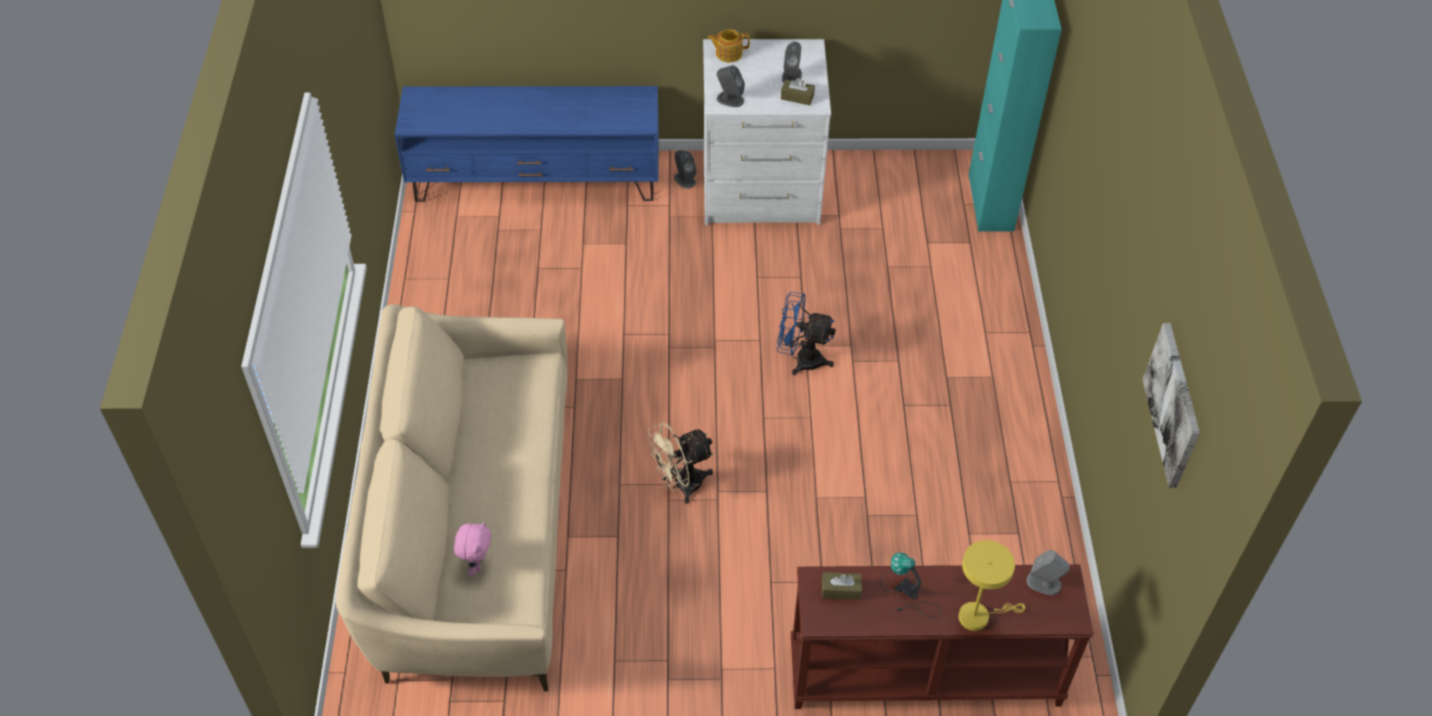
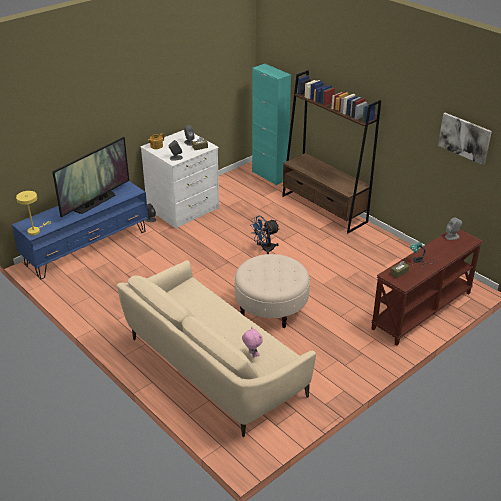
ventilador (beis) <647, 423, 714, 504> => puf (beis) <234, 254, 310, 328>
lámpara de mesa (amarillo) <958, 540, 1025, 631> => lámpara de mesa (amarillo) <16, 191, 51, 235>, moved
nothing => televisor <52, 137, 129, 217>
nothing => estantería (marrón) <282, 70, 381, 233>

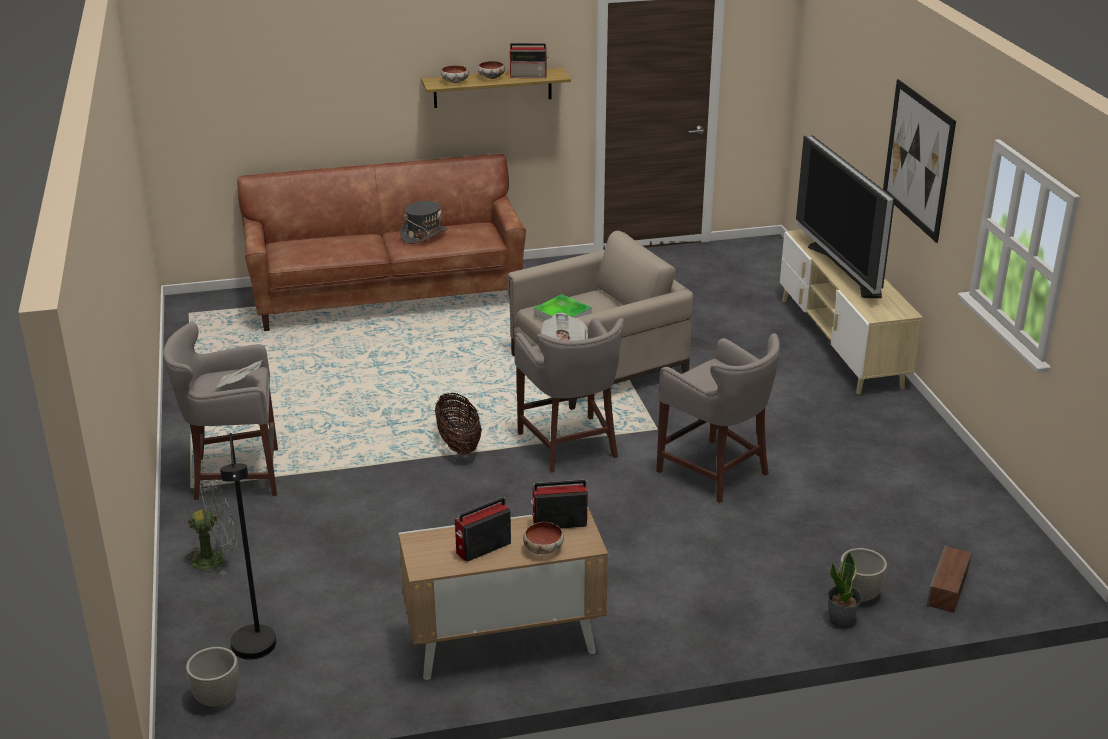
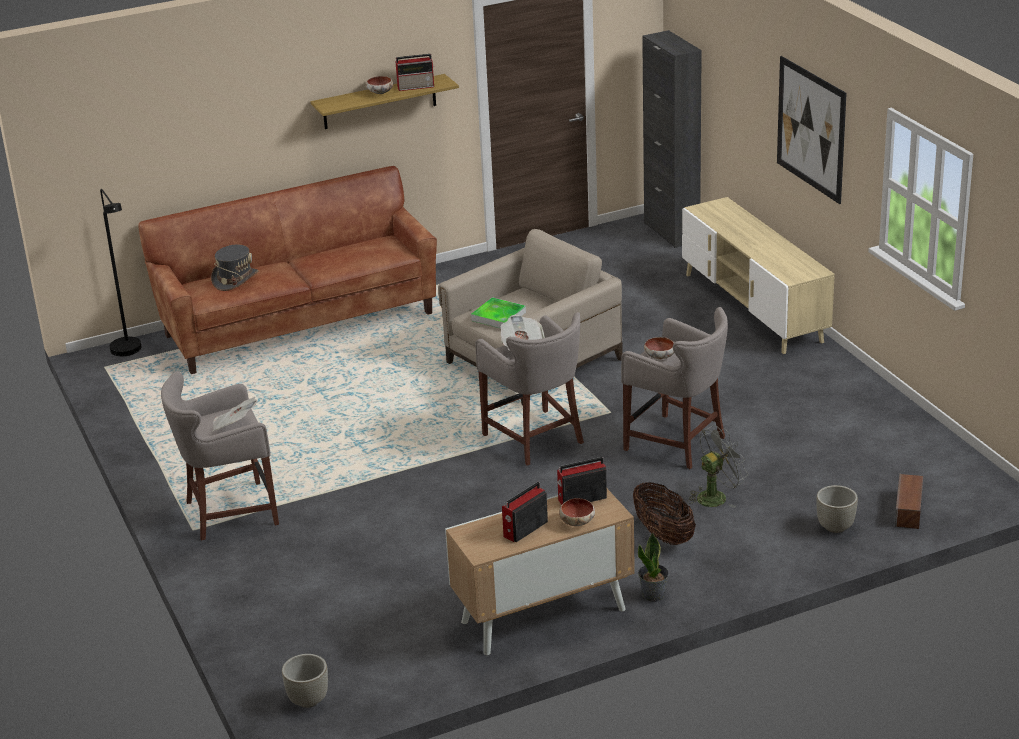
ventilador (gris) <181, 480, 237, 575> => ventilador (gris) <688, 425, 748, 508>, moved
lámpara de pie (negro) <220, 433, 276, 660> => lámpara de pie (negro) <100, 189, 142, 356>, moved
sombrero (gris) <400, 201, 447, 244> => sombrero (gris) <211, 245, 258, 291>, moved
cesta <435, 393, 482, 455> => cesta <633, 482, 696, 545>, moved
cuenco <441, 65, 469, 83> => cuenco <644, 337, 674, 359>, moved
televisor <796, 135, 895, 298> => nothing
planta en maceta <828, 552, 862, 628> => planta en maceta <638, 532, 669, 602>, moved
nothing => armario (negro) <642, 30, 702, 248>

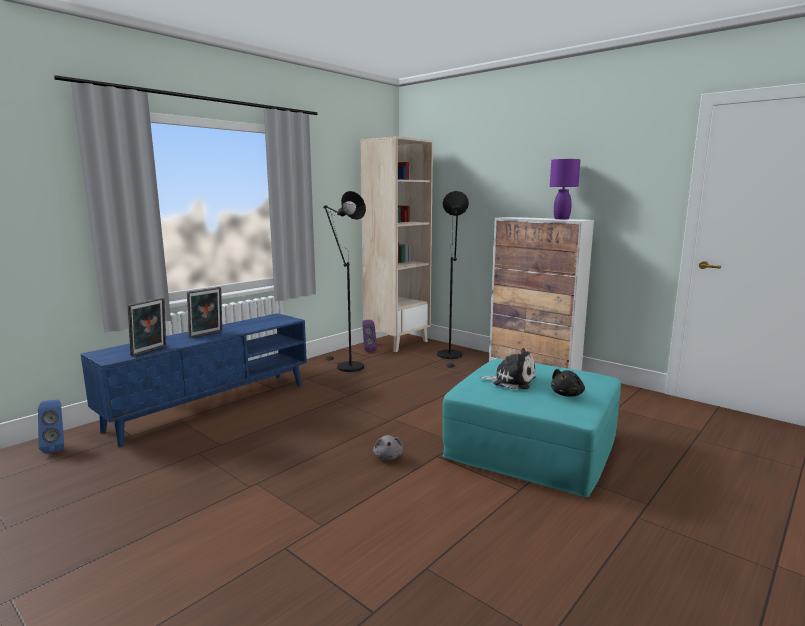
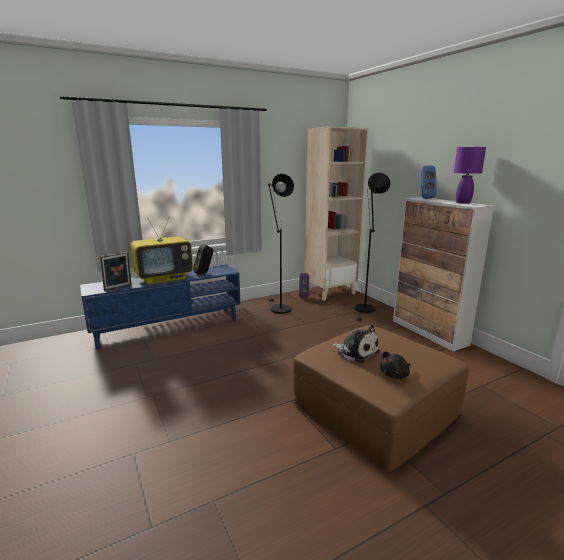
altavoz (azul) <38, 400, 64, 453> => altavoz (azul) <421, 165, 437, 199>, moved
portarretratos <187, 287, 222, 338> => televisor <130, 217, 193, 284>
peluche (gris) <373, 435, 403, 461> => nothing
puf (turquesa) <442, 359, 621, 497> => puf (marrón) <293, 325, 469, 472>
nothing => altavoz (negro) <193, 244, 214, 274>

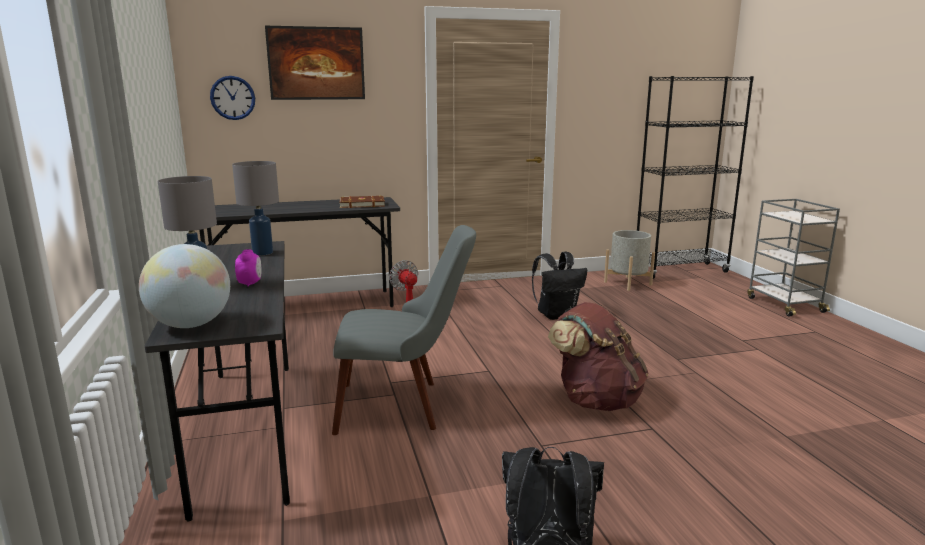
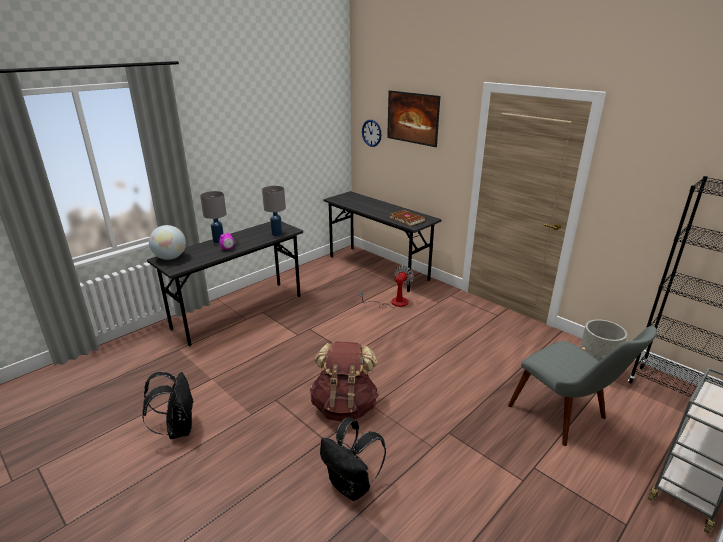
silla (gris) <332, 225, 476, 435> => silla (gris) <508, 326, 657, 446>, moved
mochila (negro) <532, 252, 587, 320> => mochila (negro) <320, 417, 386, 501>, moved

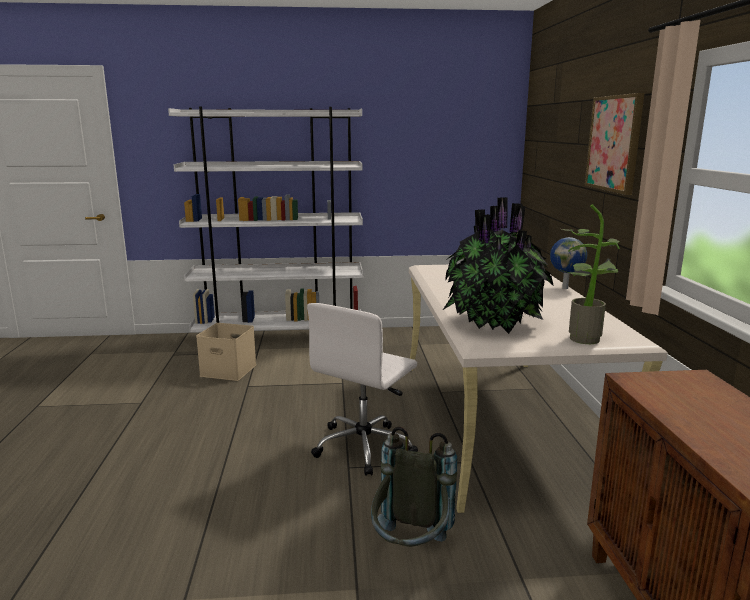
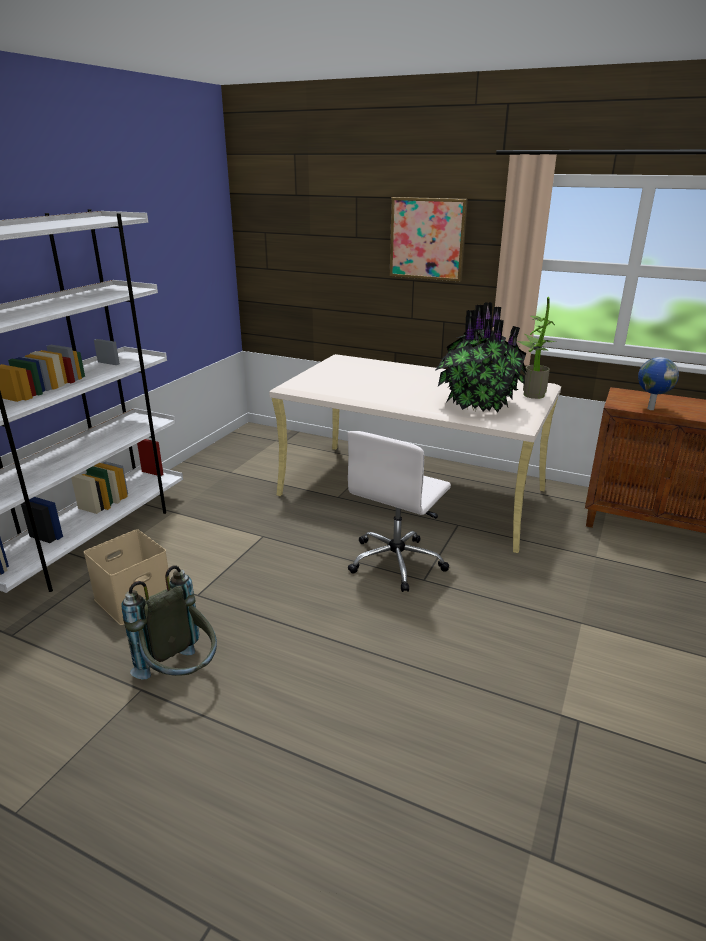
silla de oficina (blanco) <307, 303, 418, 476> => silla de oficina (blanco) <347, 431, 451, 592>, 60 degrees clockwise
mochila (gris) <371, 426, 457, 547> => mochila (gris) <121, 565, 217, 680>, moved
globo terráqueo <550, 237, 587, 289> => globo terráqueo <638, 357, 679, 410>, moved

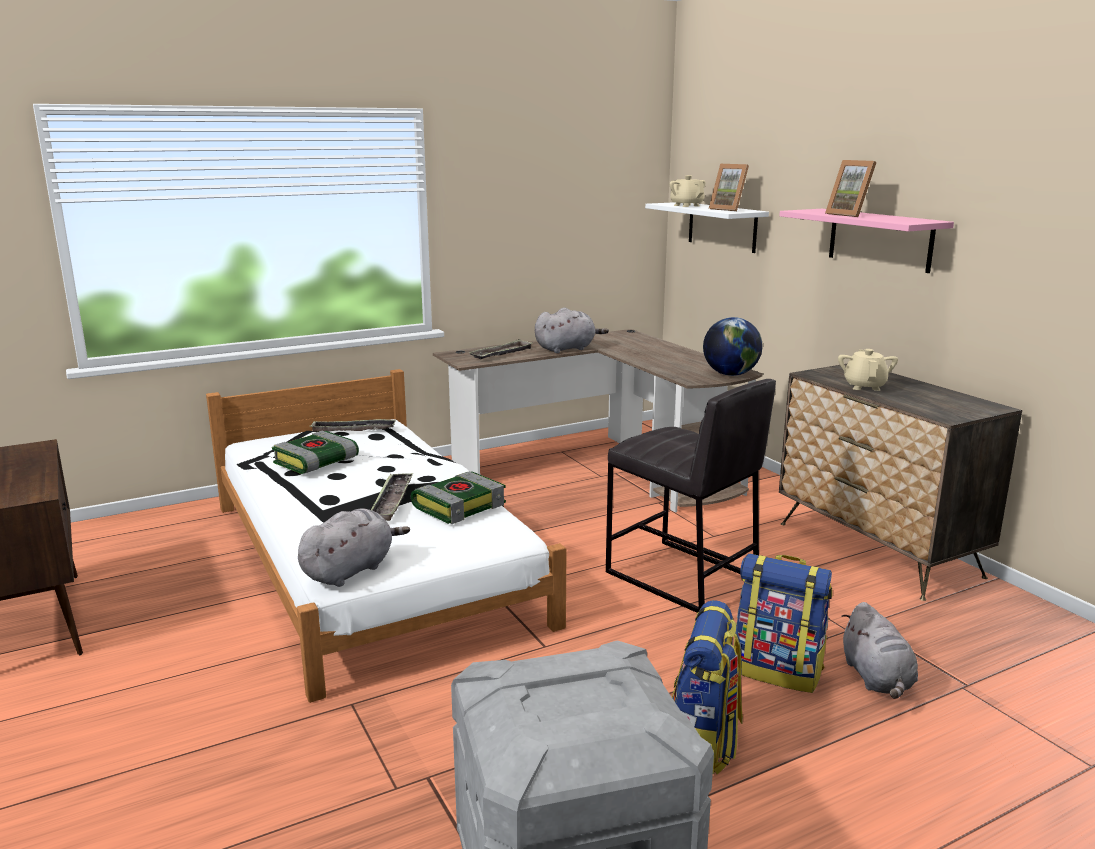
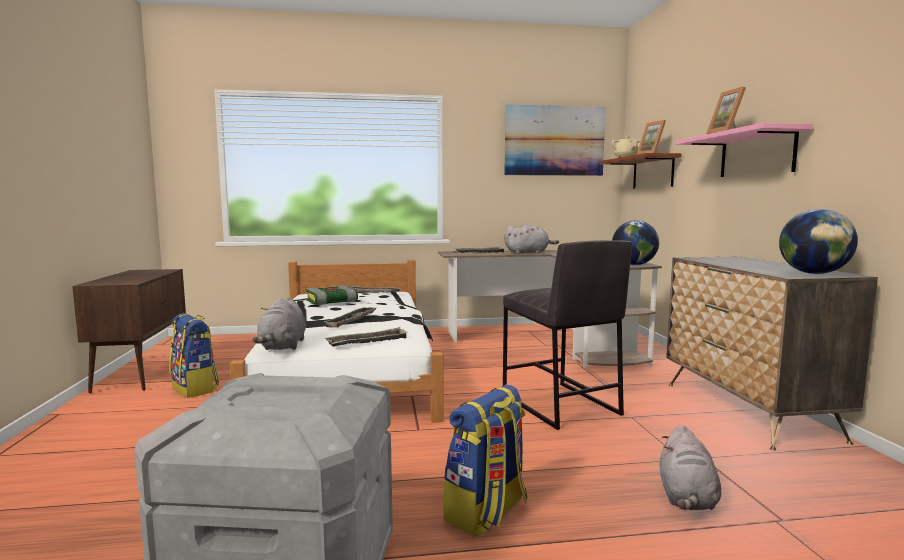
peluche (gris) <298, 508, 410, 587> => peluche (gris) <252, 297, 306, 350>, 120 degrees clockwise
libro <411, 471, 506, 524> => nothing
estante (blanco) <645, 202, 769, 253> => estante (marrón) <600, 153, 682, 188>
mochila <734, 553, 832, 693> => mochila <169, 313, 219, 398>, moved
tetera (beis) <838, 349, 898, 391> => nothing
nothing => bandeja <325, 327, 409, 347>
nothing => cuadro <504, 104, 606, 176>
nothing => globo terráqueo <779, 209, 858, 274>

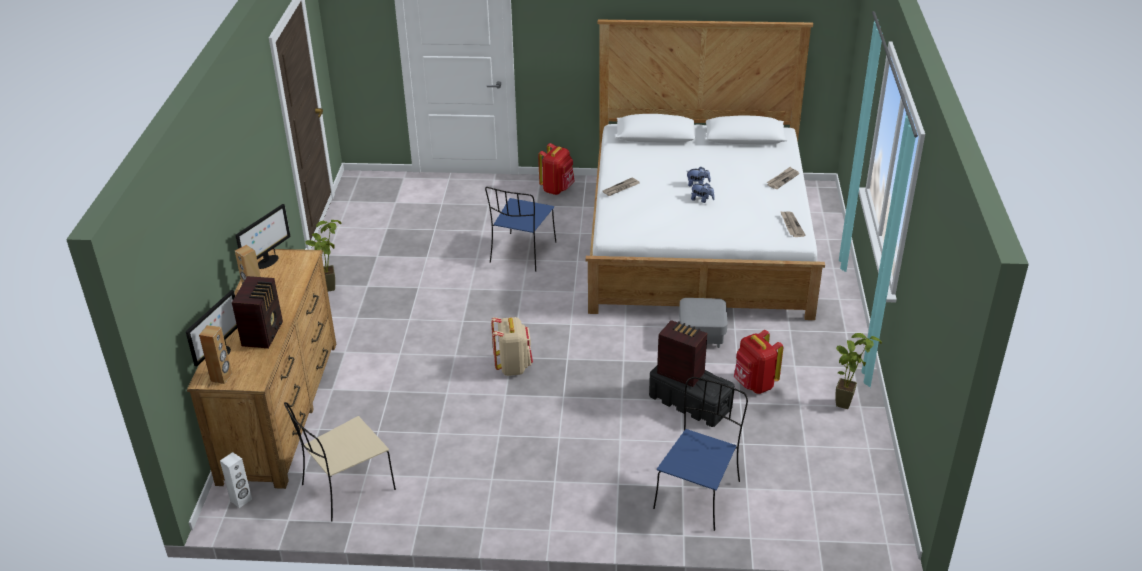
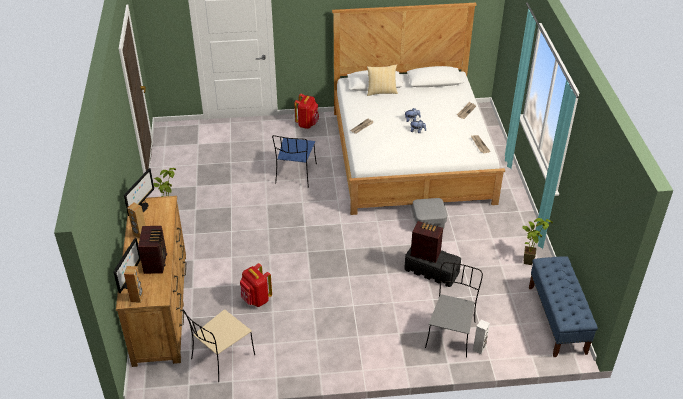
altavoz (blanco) <220, 452, 252, 508> => altavoz (blanco) <473, 320, 490, 354>, moved
mochila (beis) <491, 317, 533, 376> => nothing
silla (azul) <653, 377, 748, 531> => silla (gris) <425, 262, 483, 358>
mochila (rojo) <734, 330, 784, 394> => mochila (rojo) <240, 263, 272, 307>, moved
nothing => cojín <367, 64, 398, 96>
nothing => banco (azul) <529, 256, 598, 357>

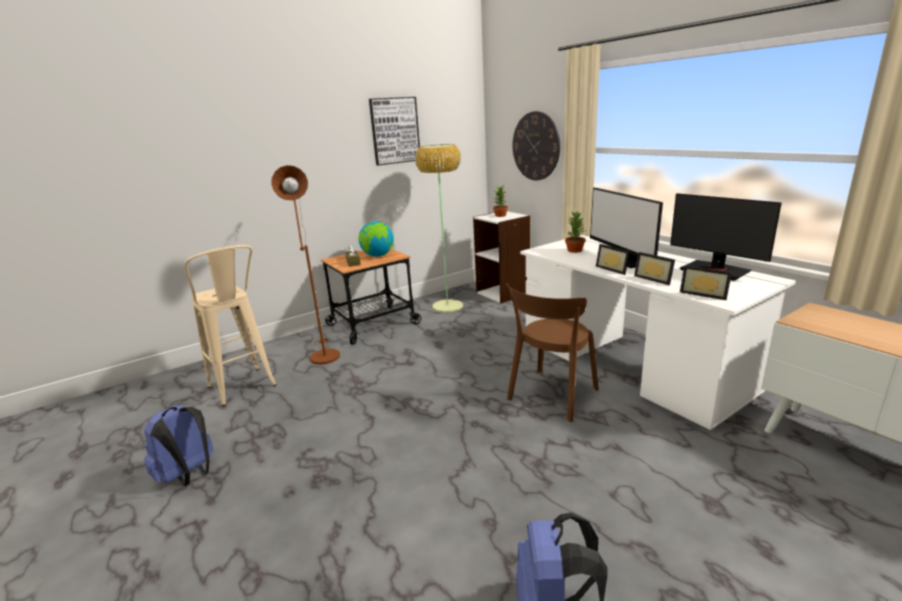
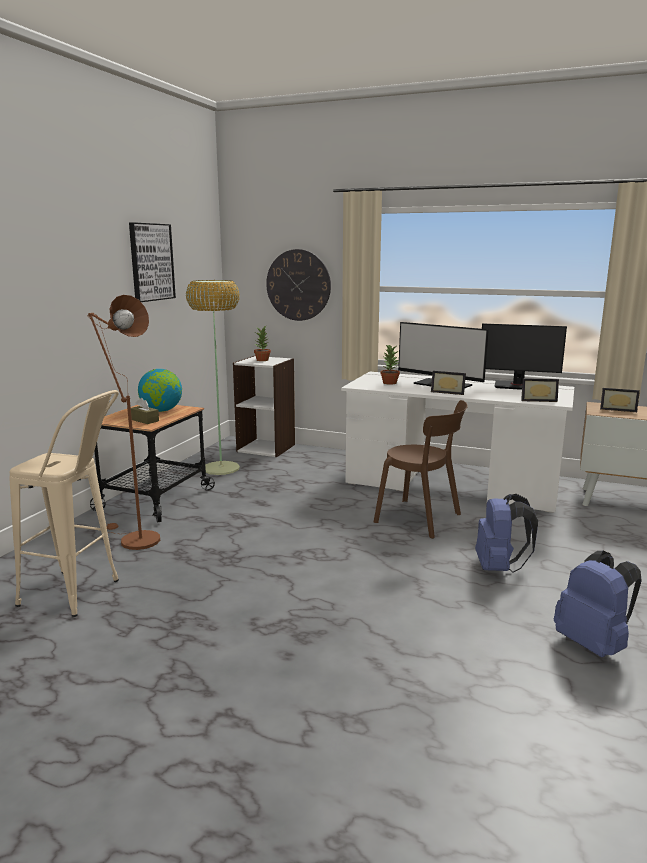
mochila (azul) <144, 405, 214, 486> => mochila (azul) <475, 494, 538, 573>, moved
silla (marrón) <506, 283, 599, 422> => silla (marrón) <374, 400, 468, 539>, 60 degrees counterclockwise
portarretratos <634, 252, 675, 285> => portarretratos <600, 388, 640, 412>, moved

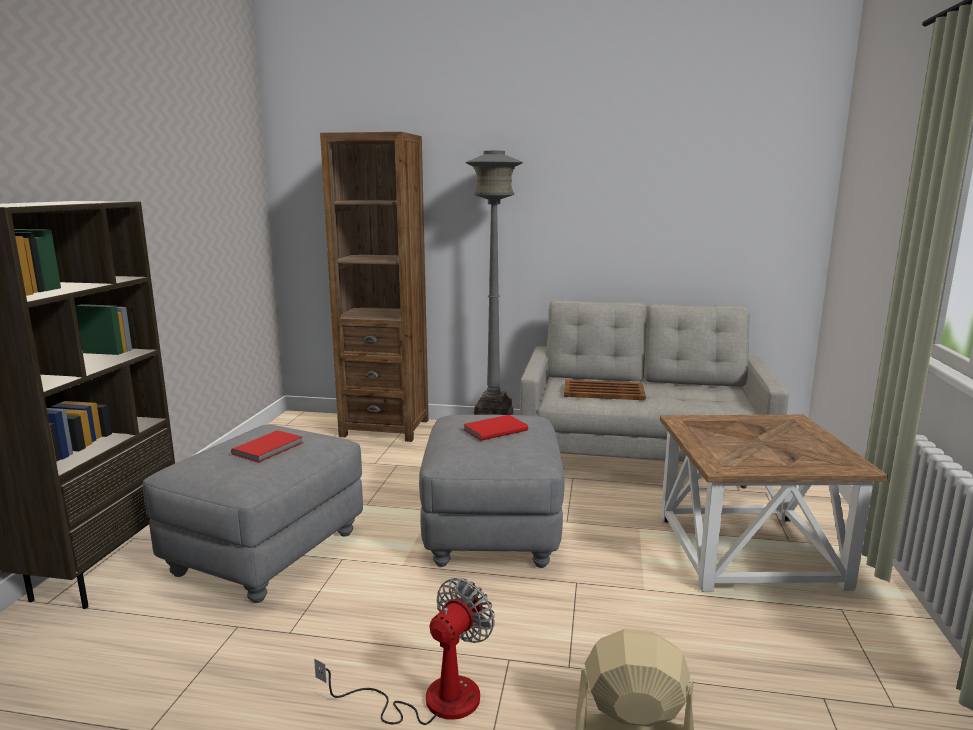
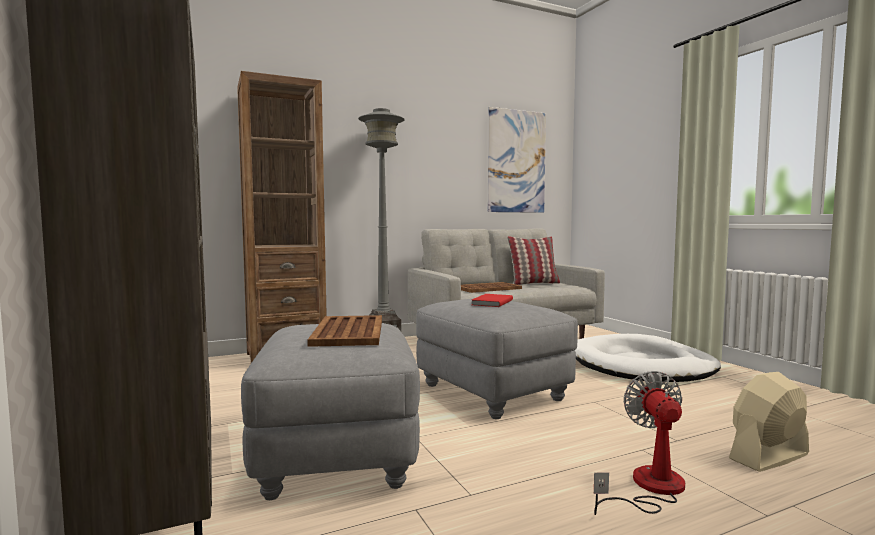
libro (rojo) <231, 430, 303, 463> => bandeja (marrón) <307, 315, 382, 347>
mesa auxiliar (marrón) <660, 415, 888, 592> => cama para perro (blanco) <574, 334, 721, 382>
nothing => cuadro <488, 107, 546, 213>
nothing => cojín <507, 236, 560, 285>

